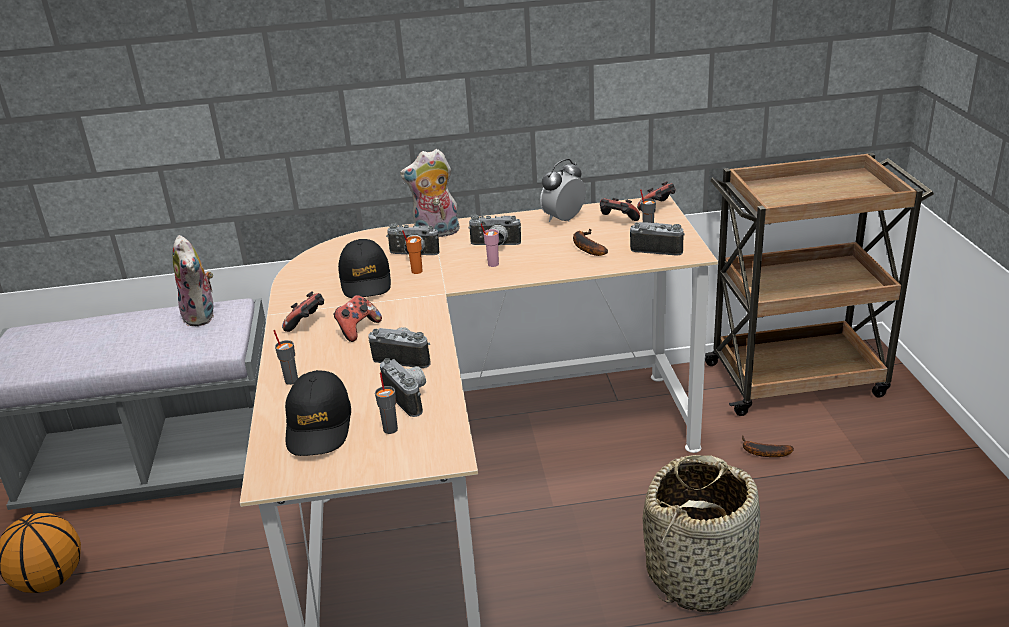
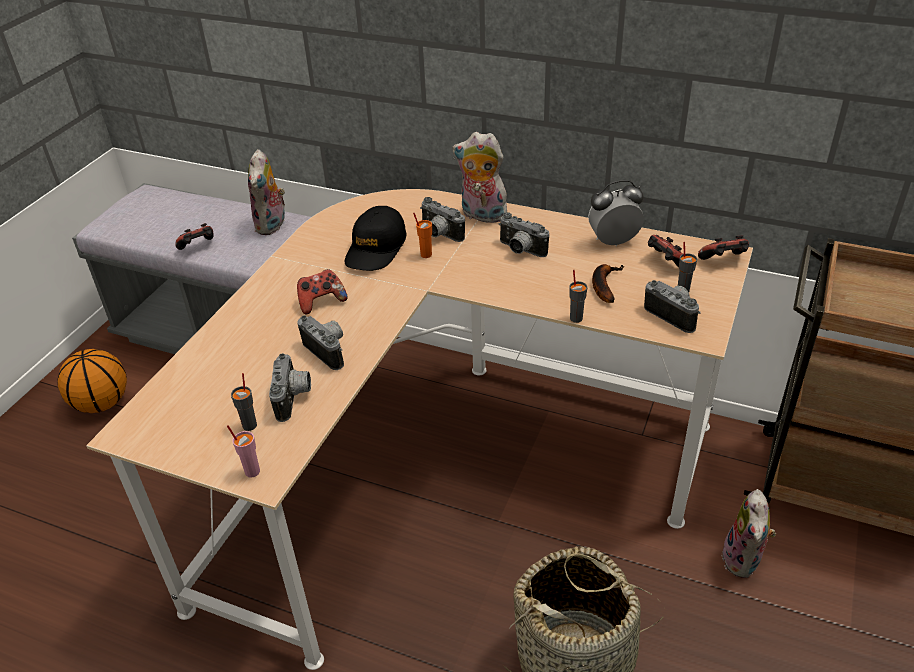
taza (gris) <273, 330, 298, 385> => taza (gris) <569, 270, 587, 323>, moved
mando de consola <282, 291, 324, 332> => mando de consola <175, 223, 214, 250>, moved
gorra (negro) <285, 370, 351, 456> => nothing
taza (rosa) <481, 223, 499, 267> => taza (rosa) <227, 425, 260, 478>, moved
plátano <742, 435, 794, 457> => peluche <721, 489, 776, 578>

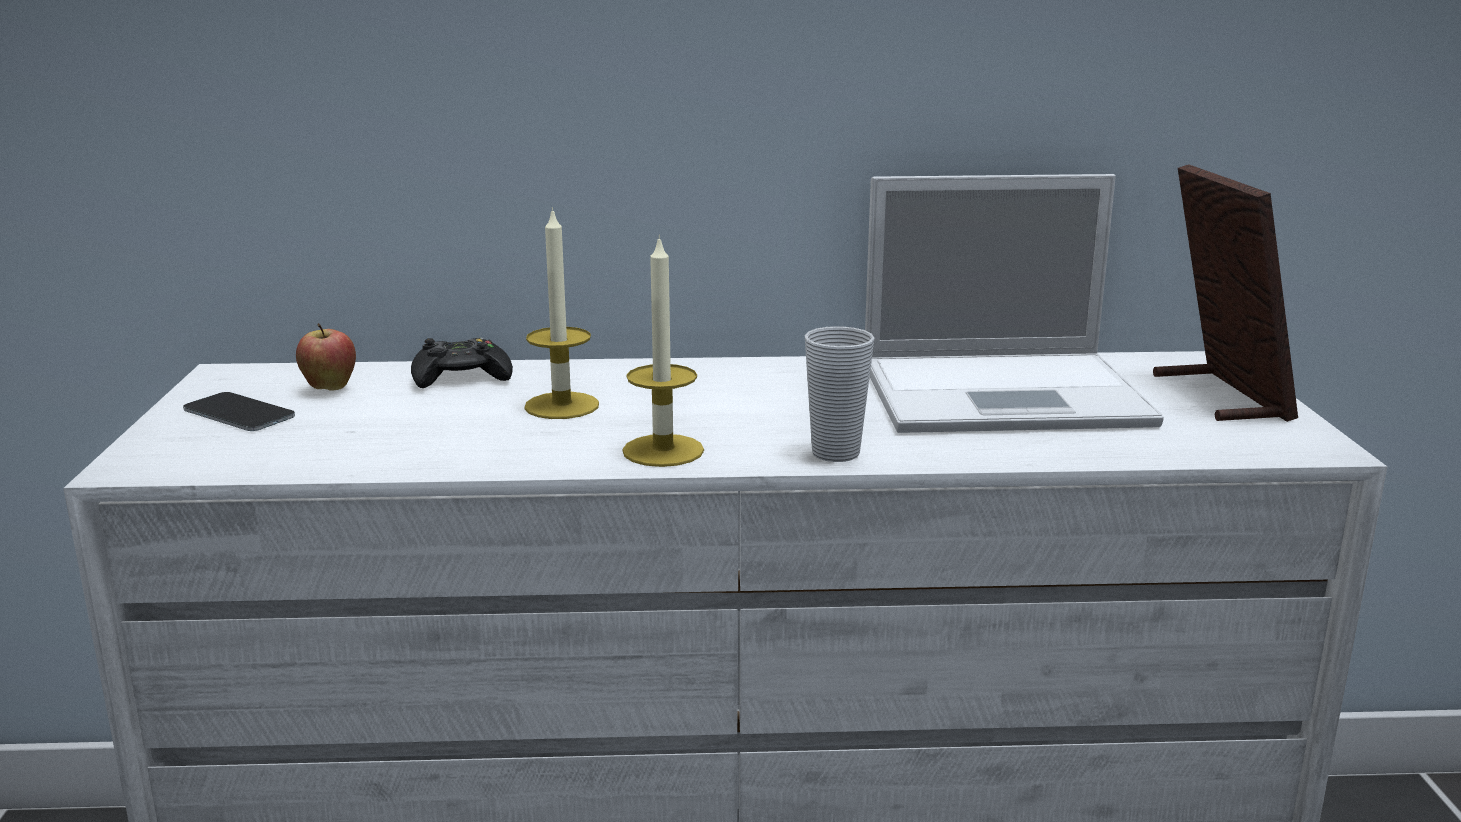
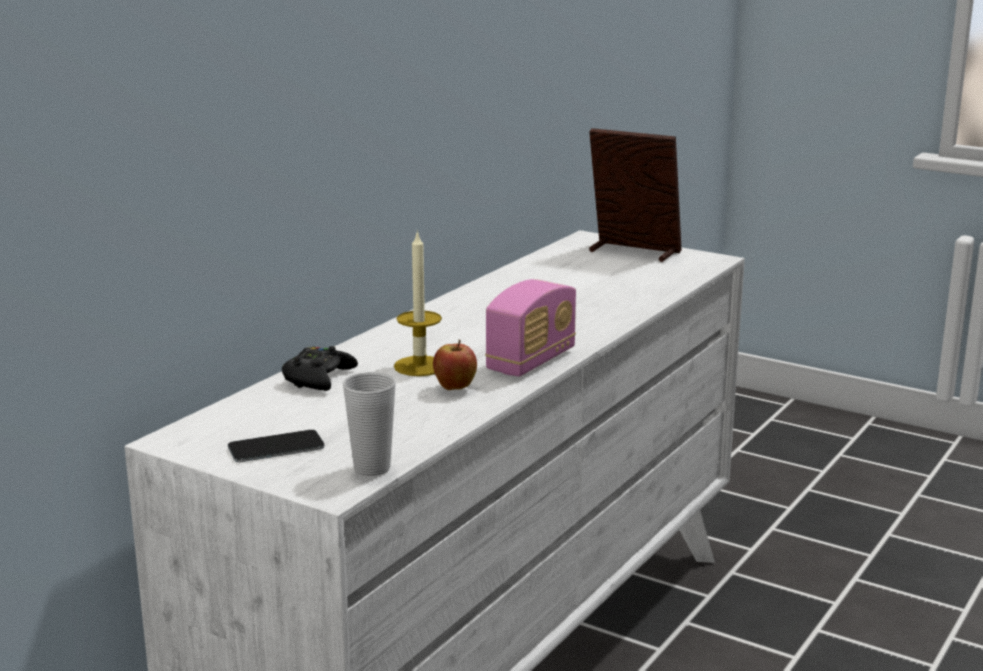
manzana <296, 323, 356, 391> => manzana <433, 340, 477, 390>, moved
vela <623, 234, 704, 467> => radio <485, 279, 576, 377>
taza <805, 326, 874, 462> => taza <343, 372, 396, 476>, moved
portátil <865, 174, 1164, 433> => nothing

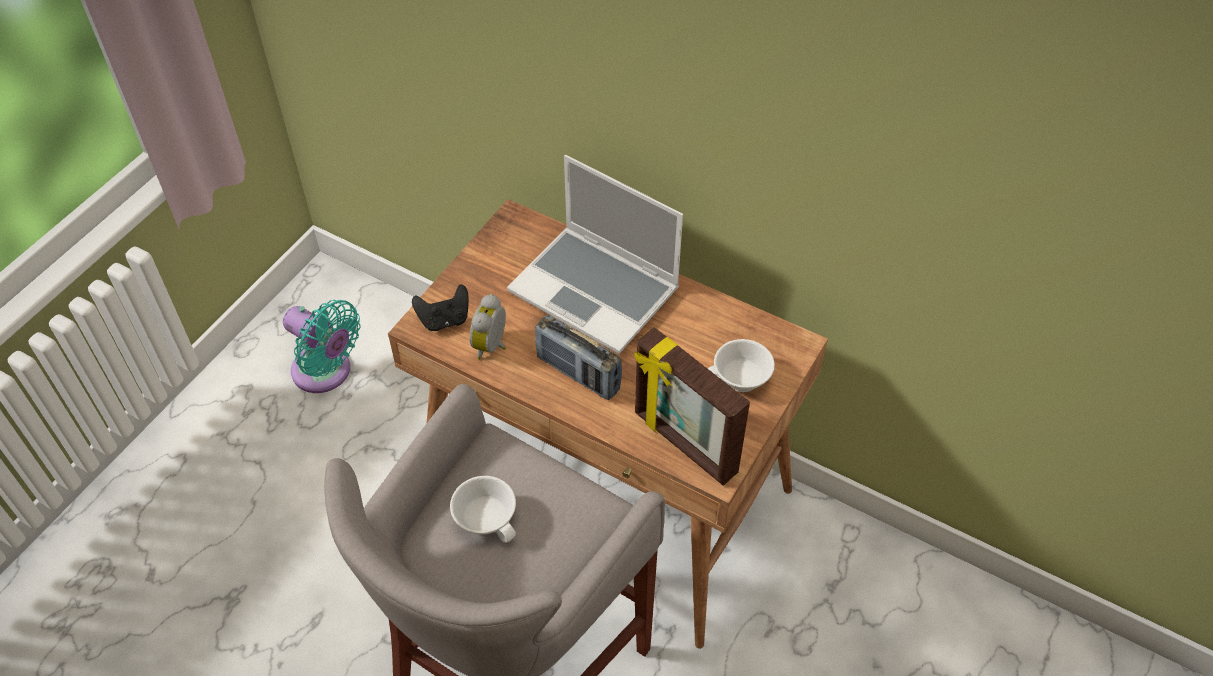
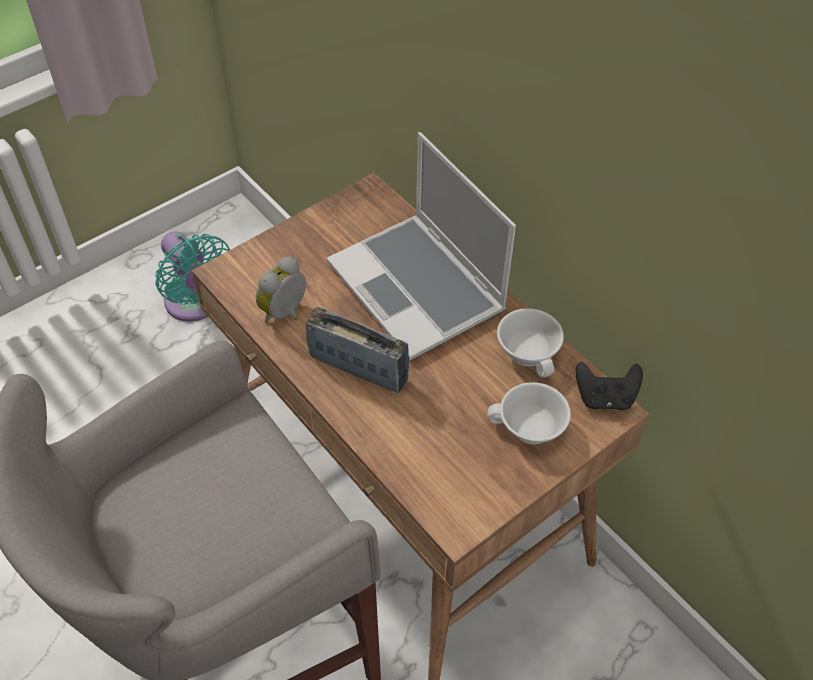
mando de consola (negro) <412, 284, 469, 331> => mando de consola (negro) <575, 362, 643, 411>, moved
taza (blanco) <450, 476, 516, 543> => taza (blanco) <497, 308, 564, 378>, moved
radio <535, 315, 622, 400> => radio <306, 307, 409, 393>, 150 degrees clockwise
portarretratos <634, 327, 750, 486> => nothing

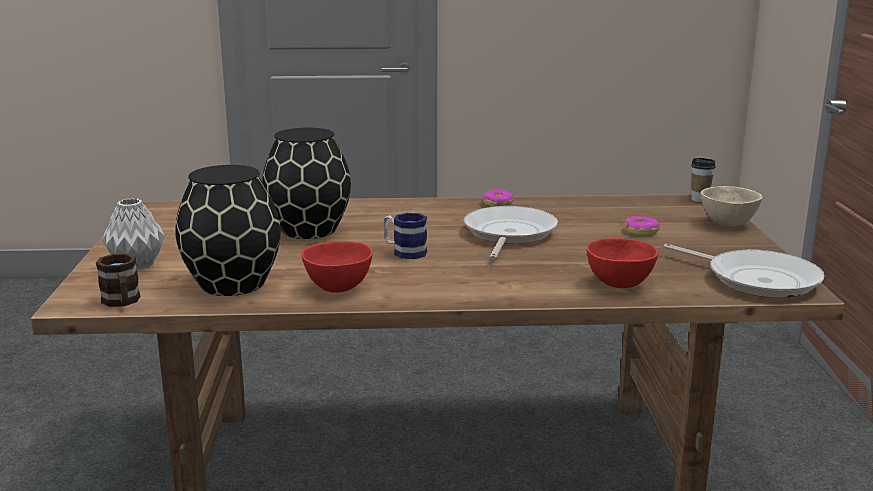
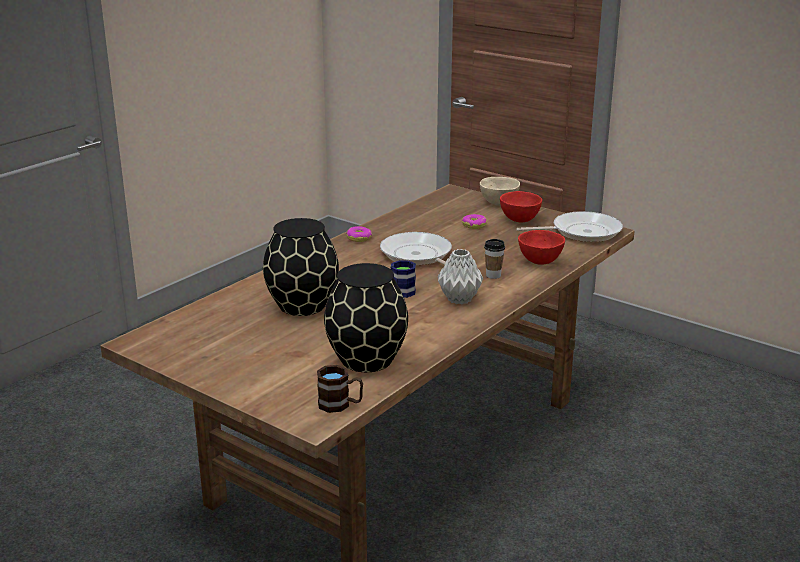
florero (gris) <102, 198, 165, 270> => florero (gris) <437, 249, 483, 304>, moved
cuenco (rojo) <302, 241, 373, 293> => cuenco (rojo) <500, 191, 542, 222>, moved
taza <691, 158, 716, 202> => taza <484, 239, 505, 279>, moved

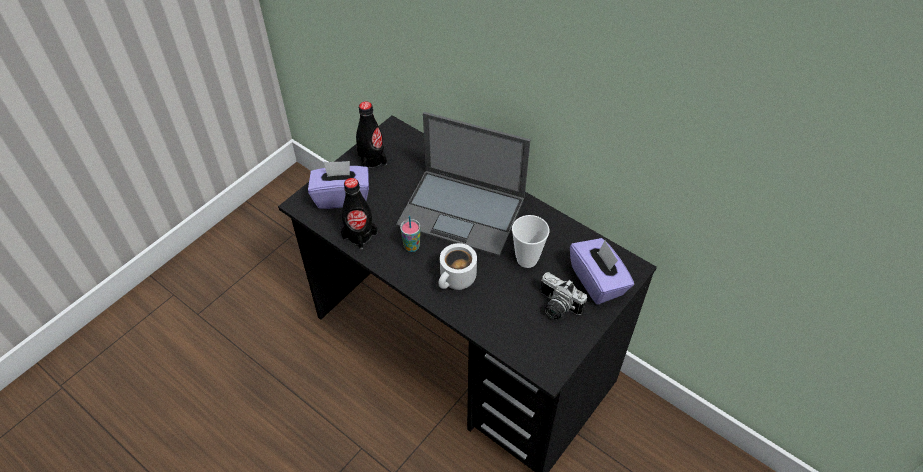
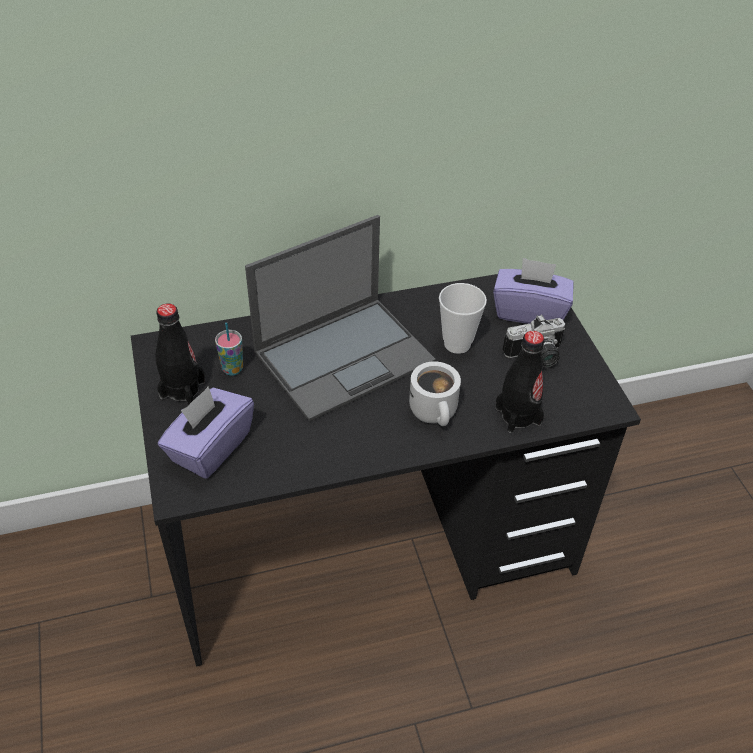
botella (negro) <341, 178, 378, 250> => botella (negro) <495, 331, 545, 433>, moved
taza <400, 216, 420, 252> => taza <215, 322, 243, 376>, moved

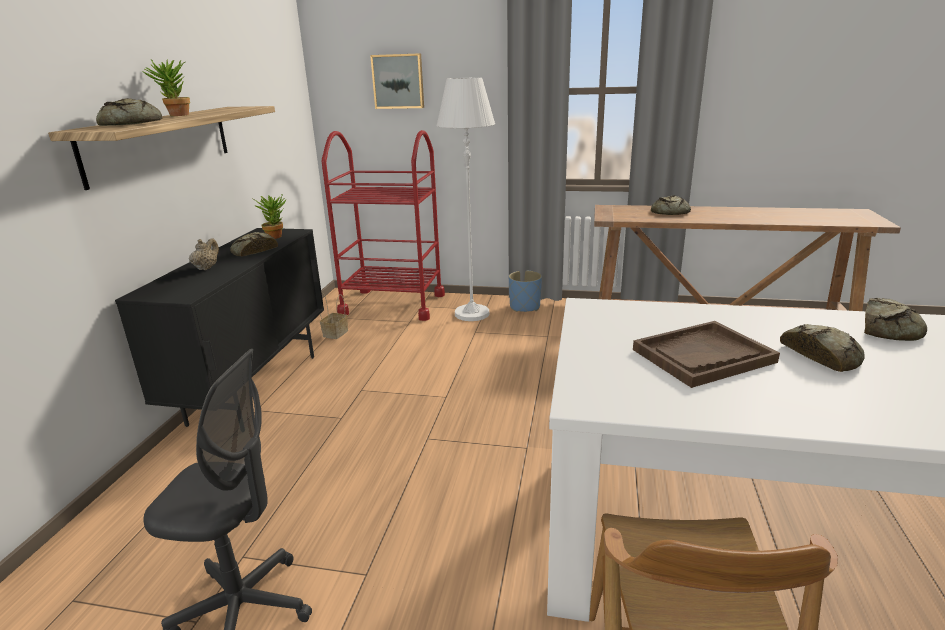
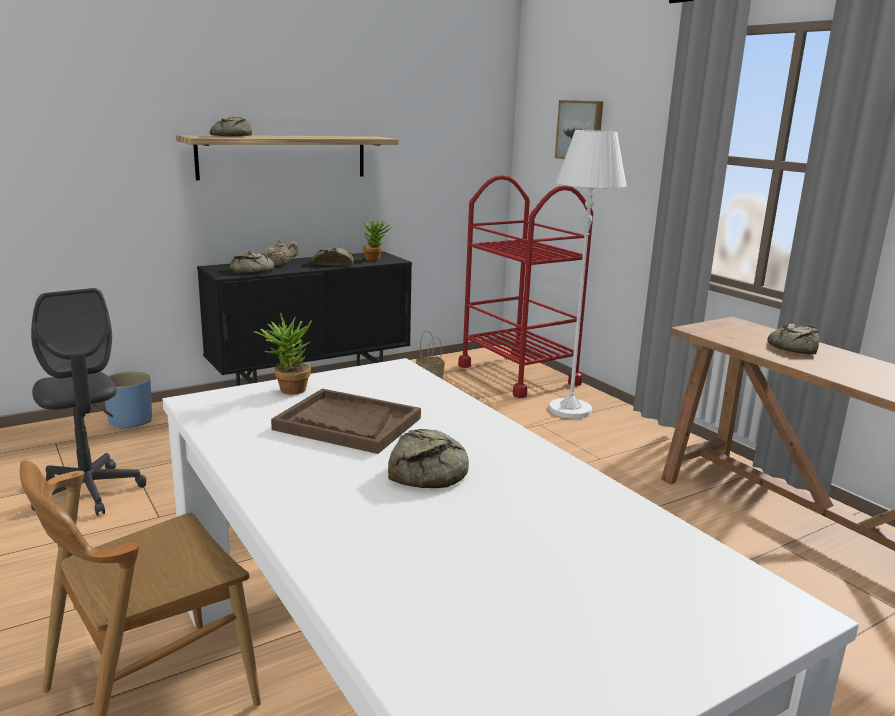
planta en maceta <142, 59, 190, 116> => planta en maceta <253, 312, 313, 395>, moved
maceta (azul) <509, 271, 542, 312> => maceta (azul) <105, 372, 152, 430>, moved
pan <864, 298, 927, 341> => pan <230, 252, 274, 274>, moved

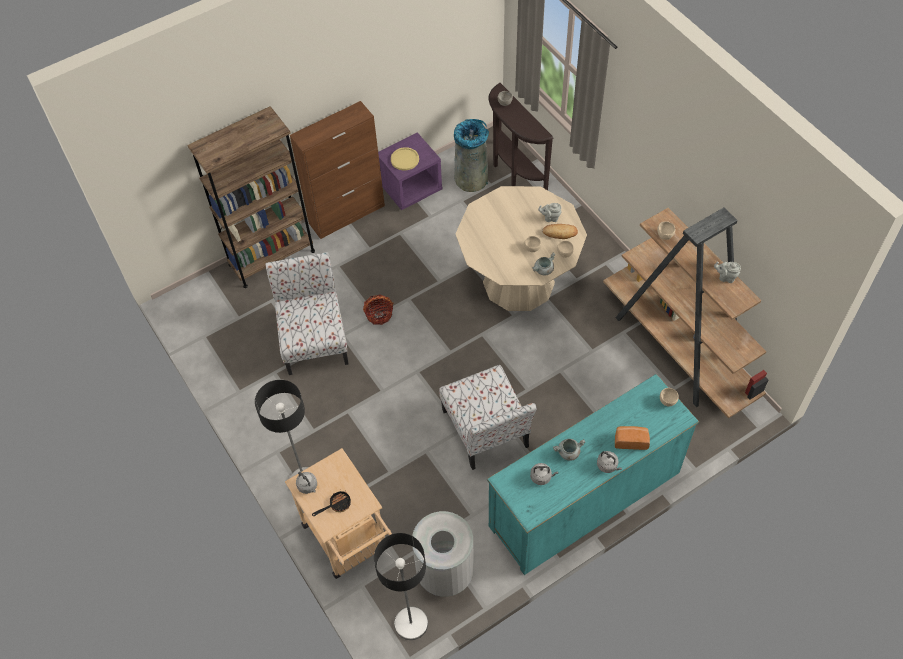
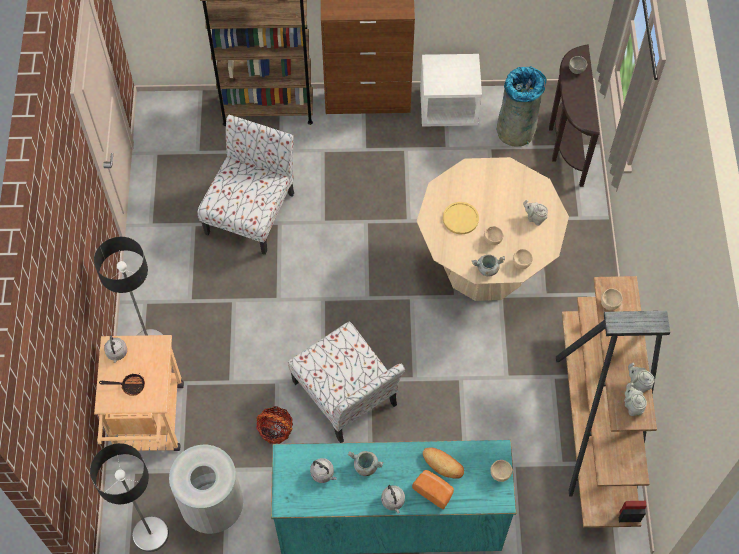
cesta <363, 294, 394, 325> => cesta <256, 406, 293, 444>, moved
mesita de noche (morado) <378, 132, 442, 210> => mesita de noche (blanco) <420, 54, 482, 126>
plato (amarillo) <391, 147, 419, 171> => plato (amarillo) <443, 202, 479, 234>, moved
silla <439, 365, 537, 470> => silla <288, 322, 405, 443>, 45 degrees counterclockwise
pan <542, 224, 578, 239> => pan <423, 447, 464, 479>, moved
nothing => tetera (gris) <624, 383, 647, 416>

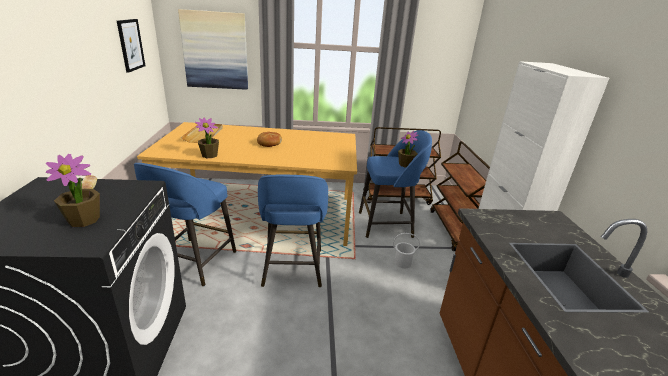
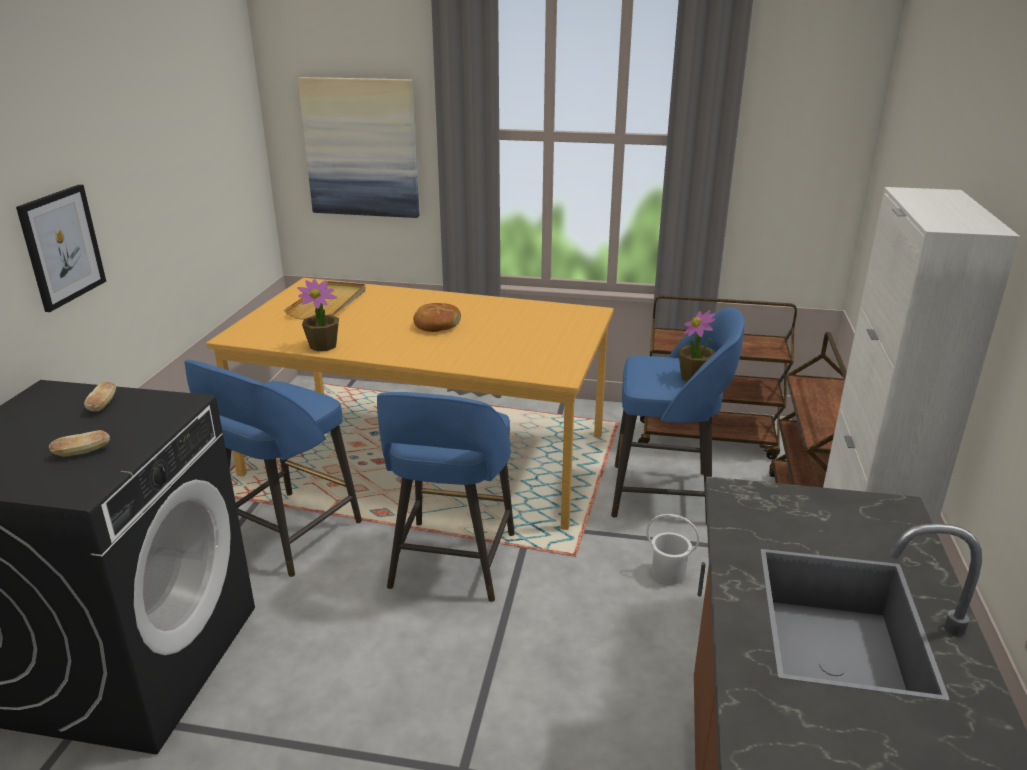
planta en maceta <46, 154, 100, 227> => pan <49, 430, 110, 456>
cuadro <117, 19, 145, 73> => cuadro <16, 184, 106, 312>, moved

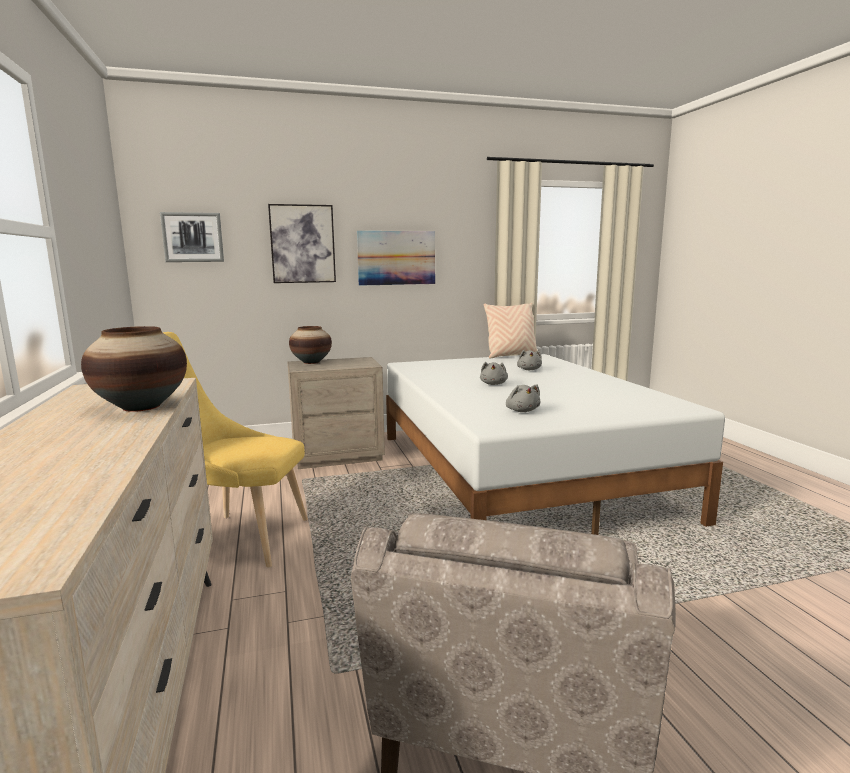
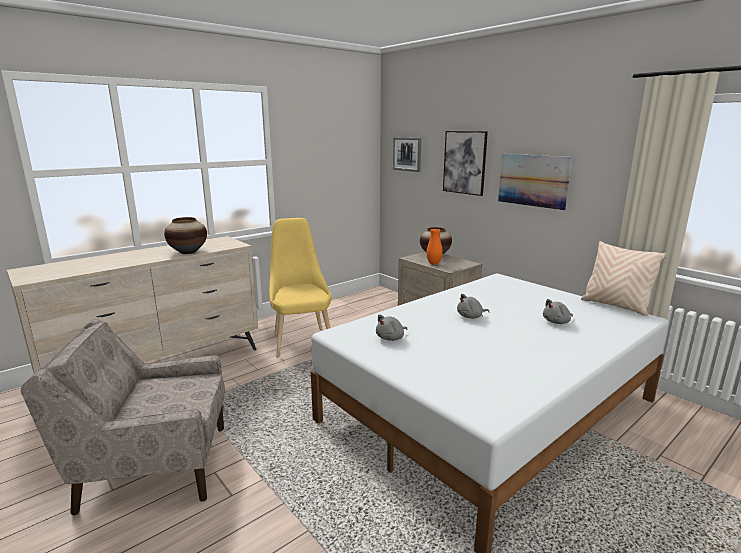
nothing => florero (naranja) <426, 229, 443, 265>

